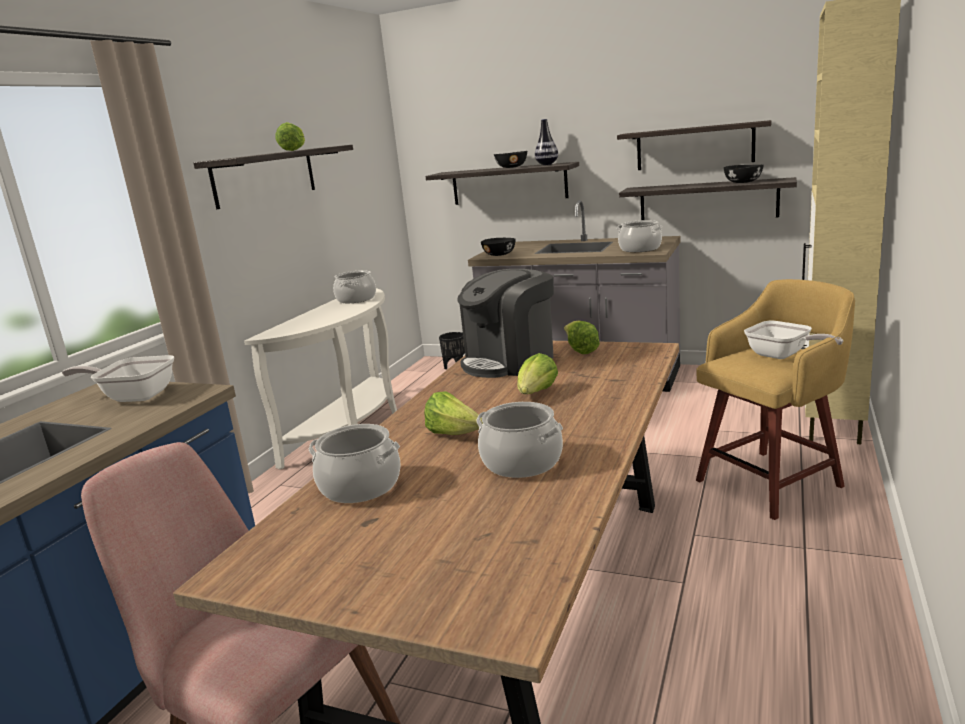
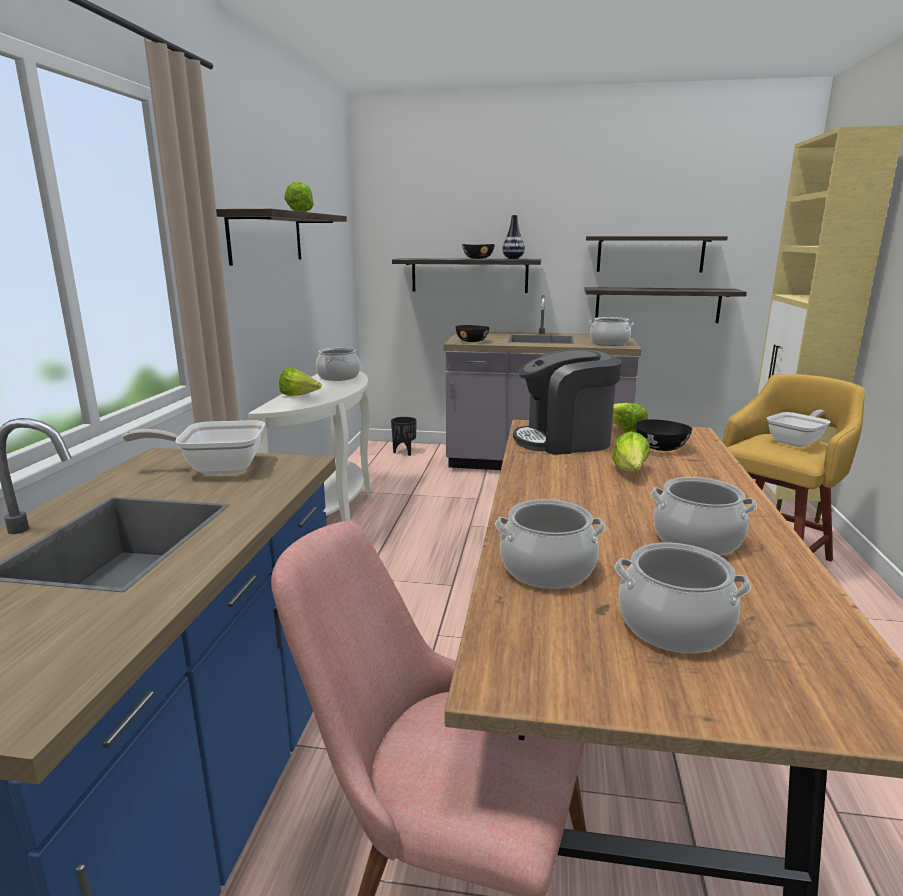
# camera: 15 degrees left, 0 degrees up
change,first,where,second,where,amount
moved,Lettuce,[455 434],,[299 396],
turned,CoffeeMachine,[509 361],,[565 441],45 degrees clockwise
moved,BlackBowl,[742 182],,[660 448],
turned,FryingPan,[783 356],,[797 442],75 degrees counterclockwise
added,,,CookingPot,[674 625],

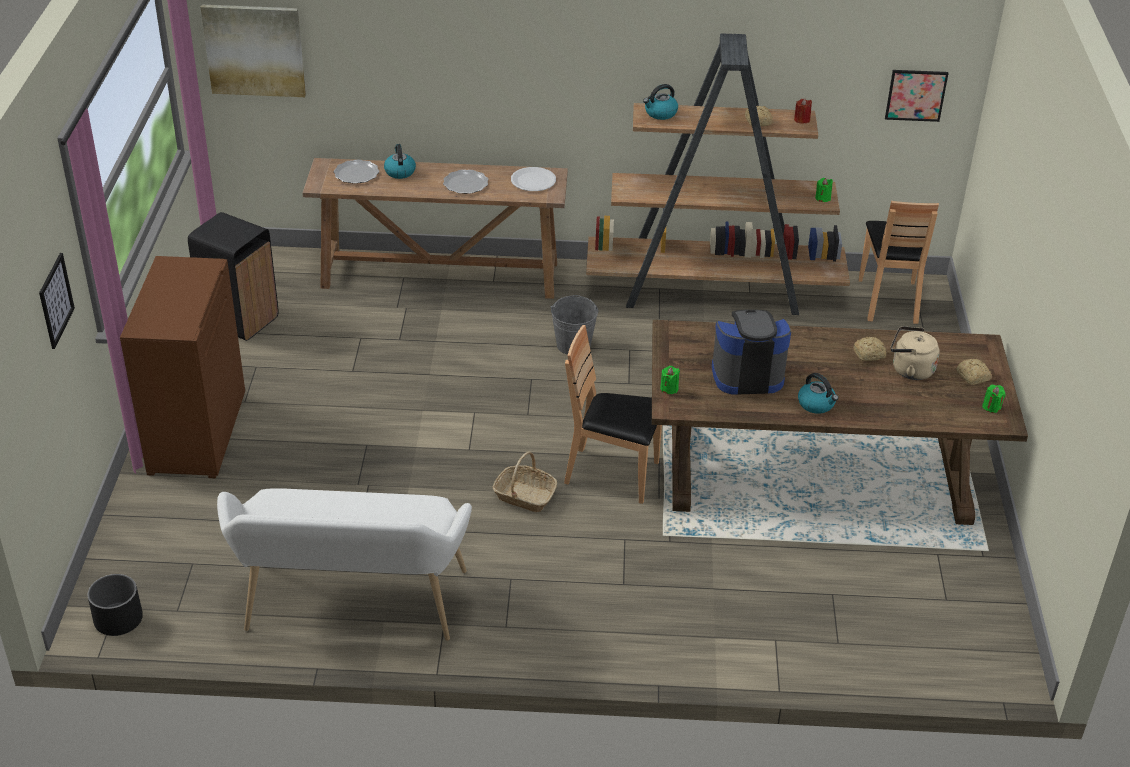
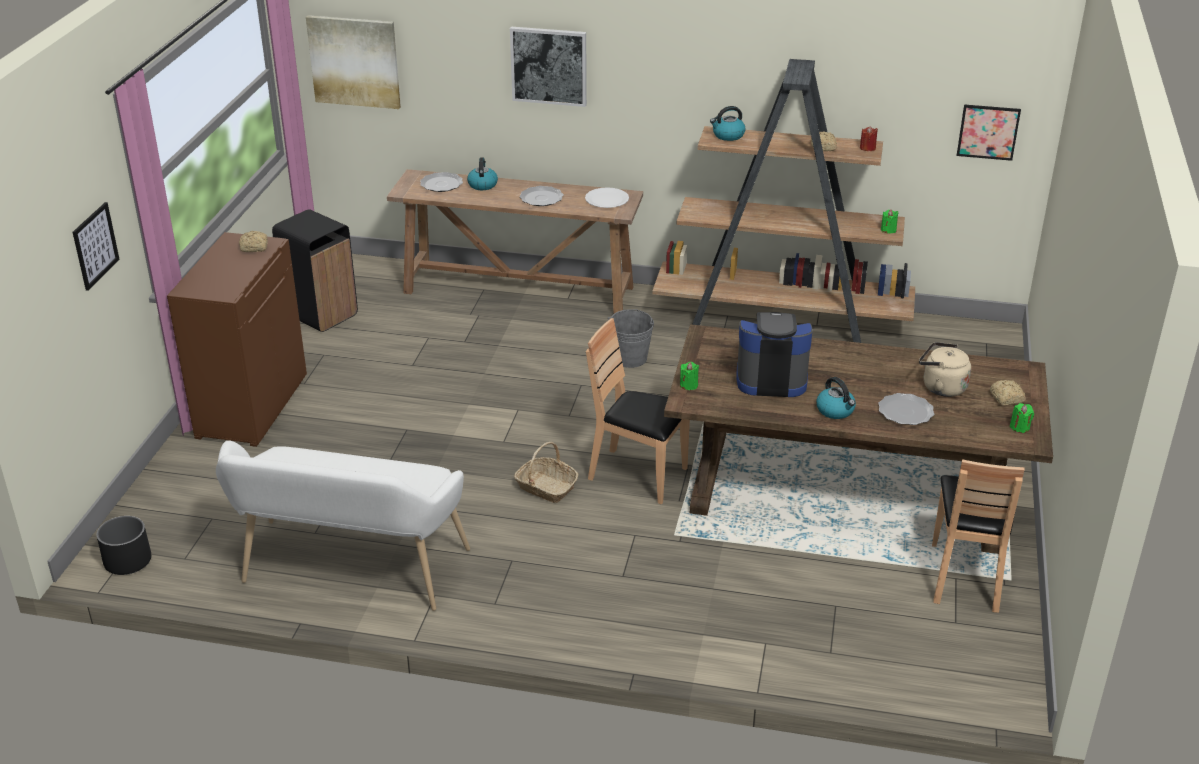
# camera: 10 degrees right, 5 degrees down
change,first,where,second,where,amount
moved,Bread,[869 354],,[255 247],
moved,BrownChair,[889 300],,[966 577],
added,,,Picture,[549 66],
added,,,Plate,[906 412],

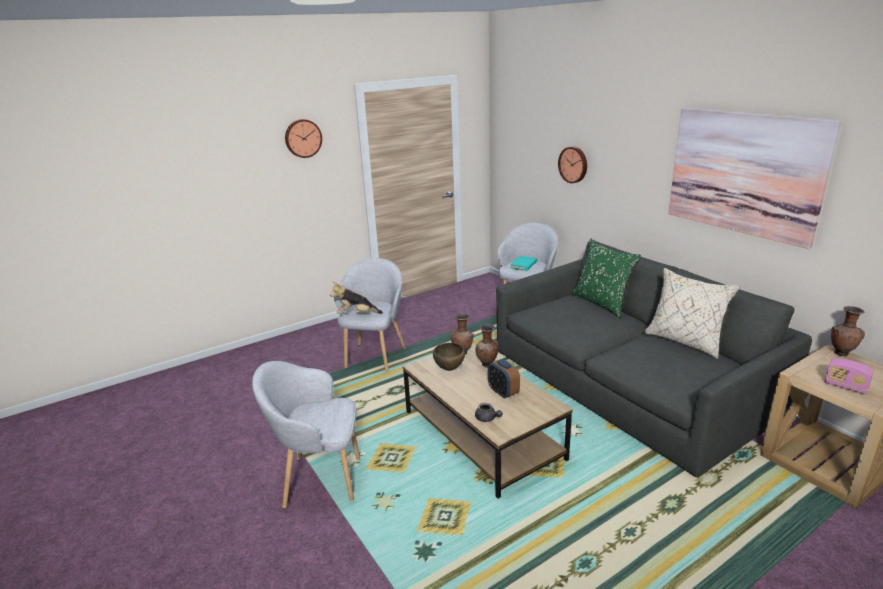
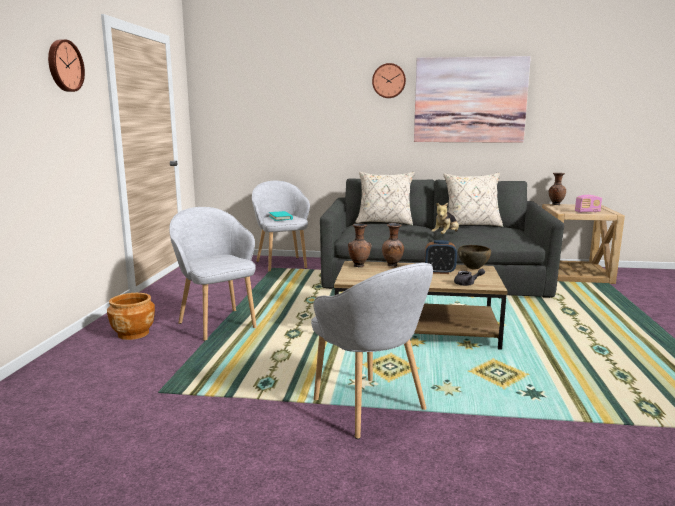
# camera: 50 degrees left, 10 degrees down
change,first,where,second,where,amount
turned,GreyArmchair,[319 480],,[369 408],75 degrees counterclockwise
moved,PlushToy,[356 314],,[446 235],
moved,BrownBowl,[449 369],,[473 269],
moved,WallClock,[573 164],,[389 81],
recoloured,GreenPillow,[602 303],BeigePillow,[384 222],
added,,,BrownPlanter,[133 333],

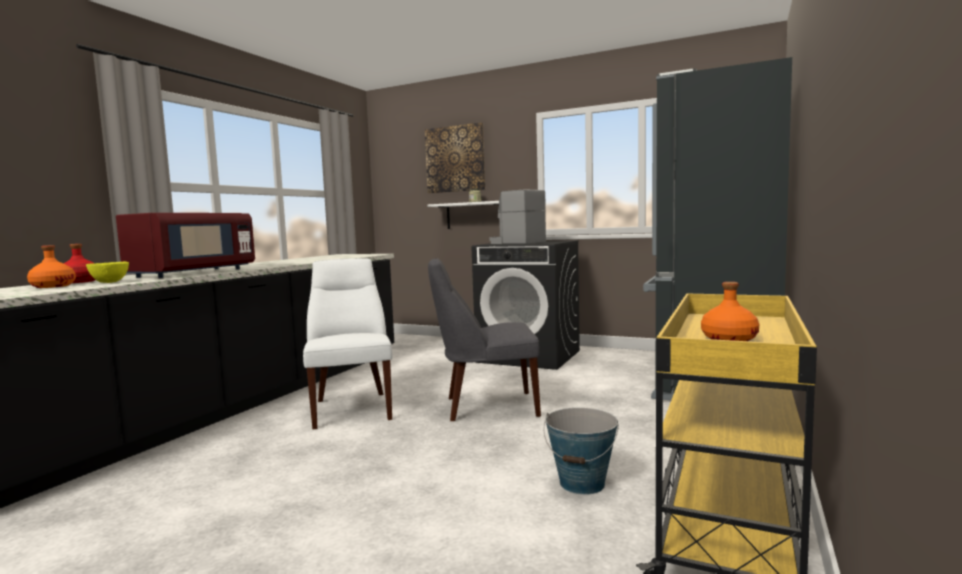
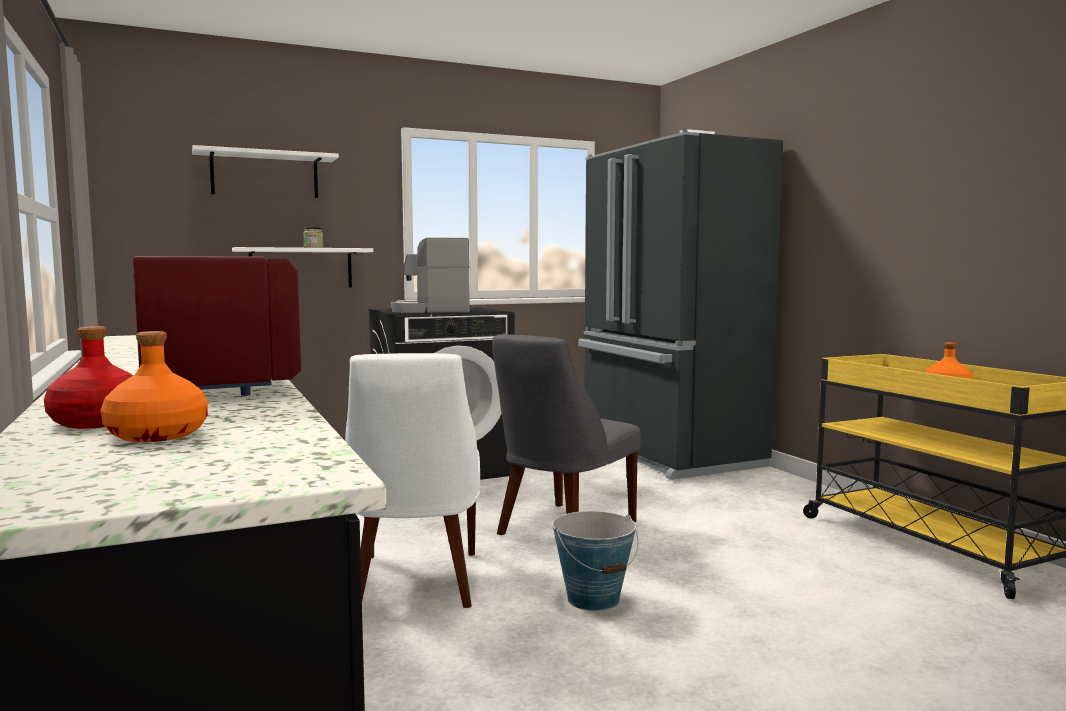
# camera: 50 degrees left, 0 degrees up
change,first,where,second,where,amount
removed,YellowBowl,[110 282],,,
turned,WhiteChair,[352 408],,[415 583],120 degrees counterclockwise
replaced,Picture,[455 159],WhiteShelf,[265 175],
moved,Bucket,[582 483],,[593 599],

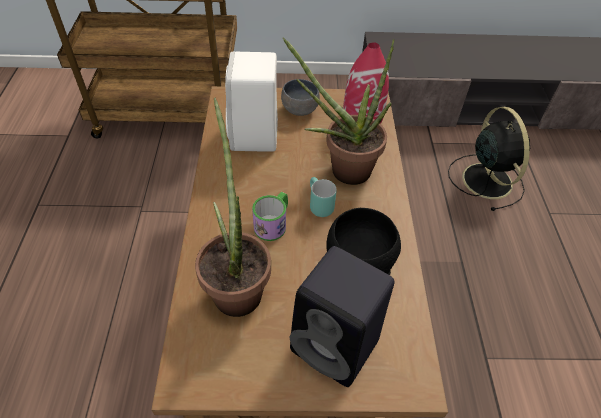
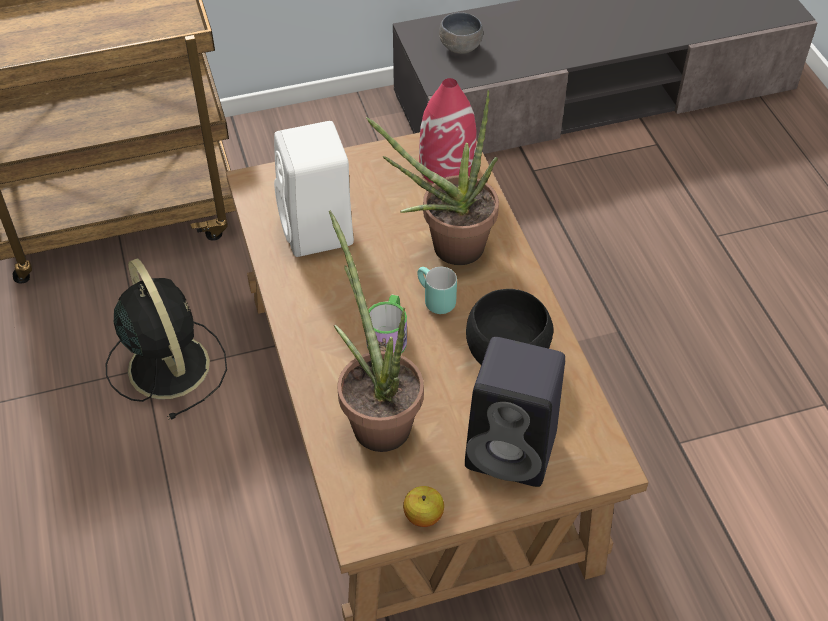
# camera: 15 degrees left, 0 degrees up
change,first,where,second,where,amount
moved,GreyBowl,[301 110],,[462 47],
moved,BlackFan,[485 179],,[167 364],
added,,,Apple,[423 516],

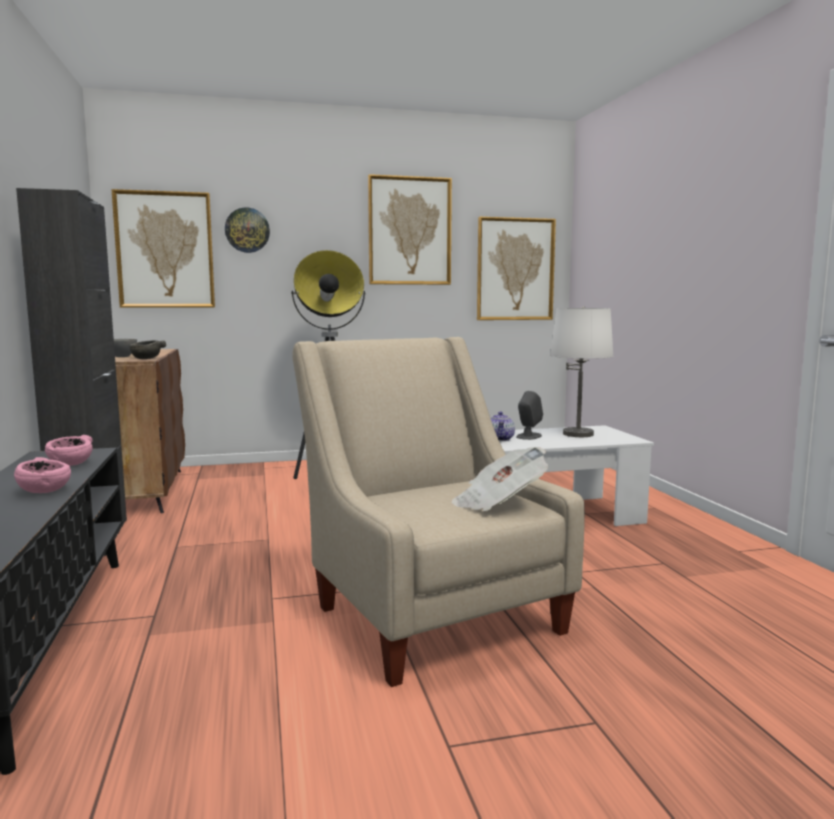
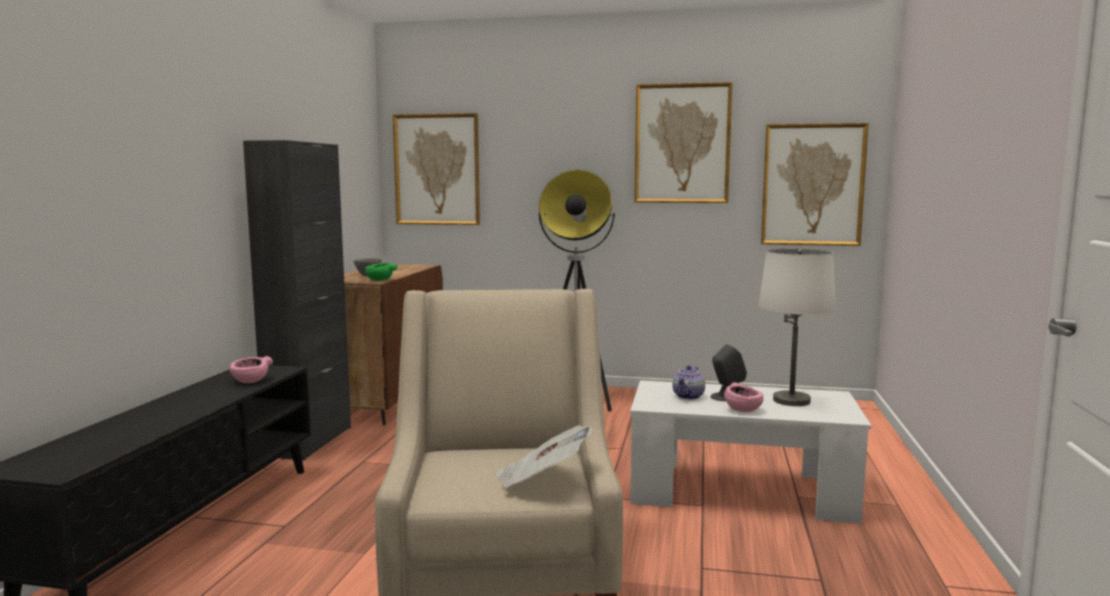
# camera: 25 degrees right, 0 degrees up
change,first,where,second,where,amount
moved,PinkBowl,[45 490],,[743 410],
recoloured,GreyBowl,[146 359],GreenBowl,[379 280],
removed,WallClock,[247 230],,,

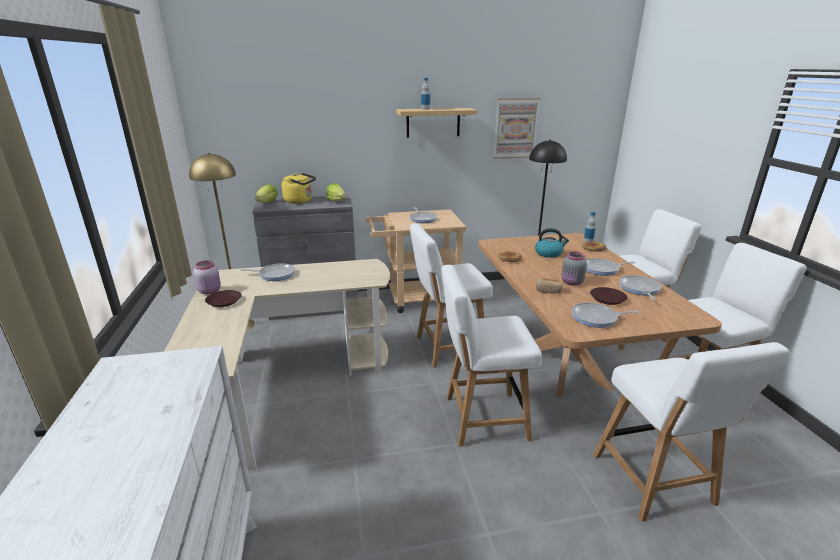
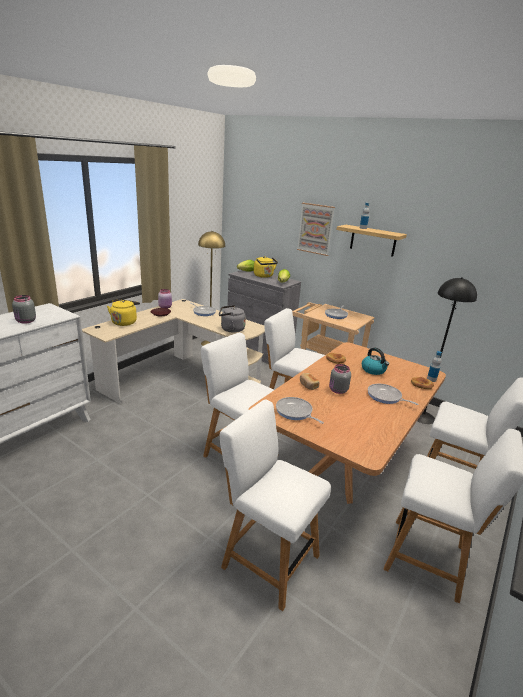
# camera: 45 degrees right, 0 degrees up
change,first,where,second,where,amount
moved,Picture,[515 128],,[315 229],
removed,BrownPlate,[608 299],,,
turned,WhiteChair,[656 483],,[267 558],90 degrees clockwise
removed,FryingPan,[639 289],,,
added,,,GreyJar,[25 321],
added,,,YellowKettle,[124 322],
added,,,GreyKettle,[231 329],

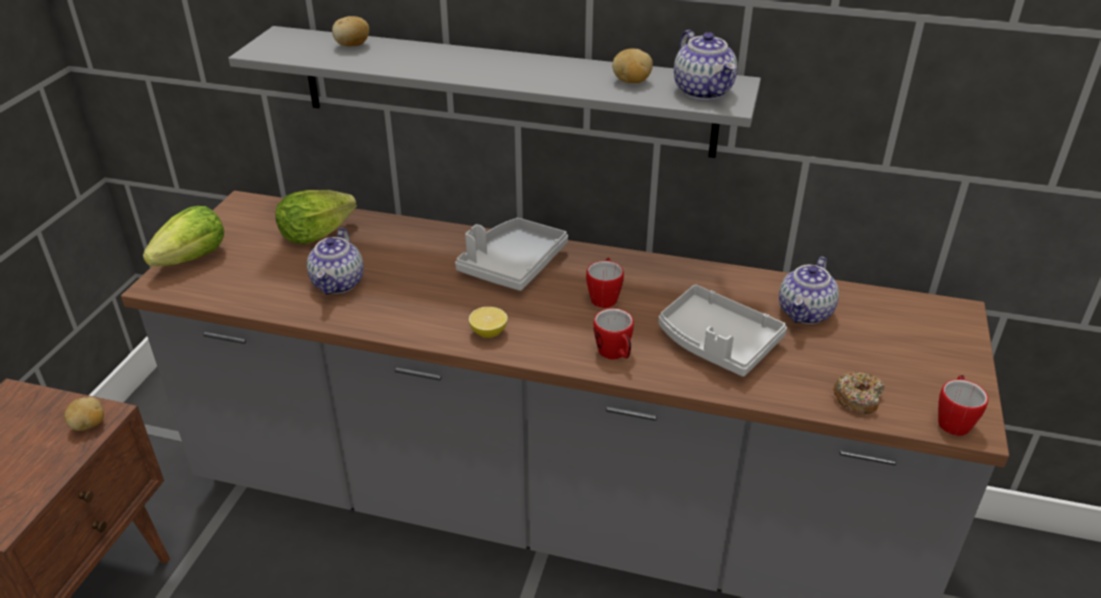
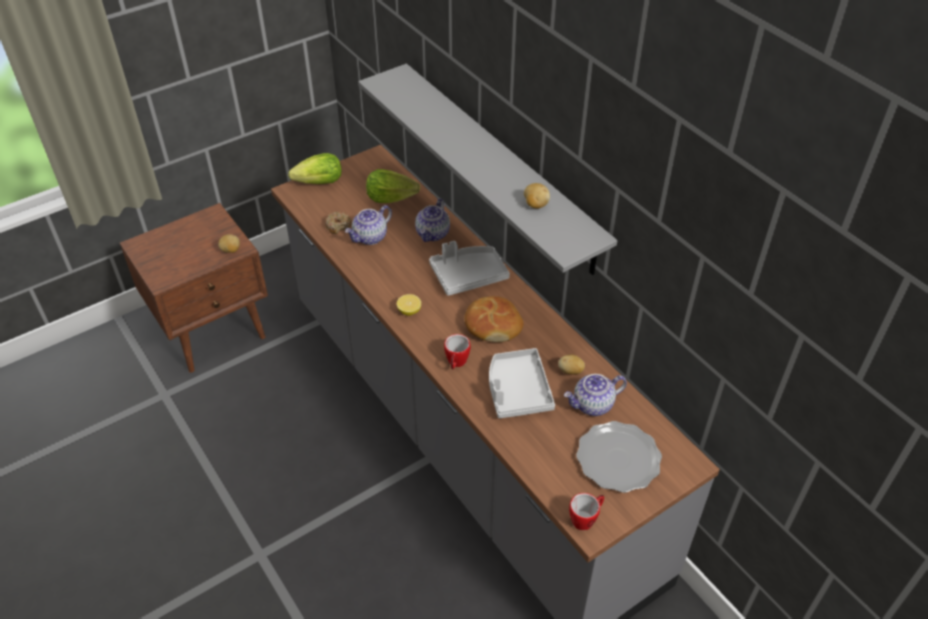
# camera: 40 degrees right, 10 degrees up
change,first,where,second,where,amount
moved,Potato,[352 45],,[570 371],
replaced,Mug,[604 296],Bread,[493 325],
moved,Teapot,[704 91],,[433 234],
moved,Donut,[857 398],,[338 226],
added,,,Plate,[618 459],

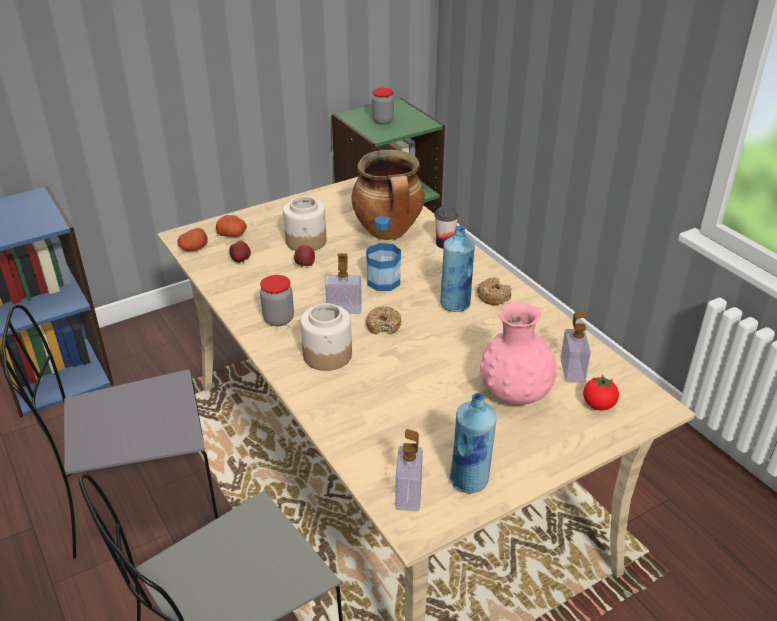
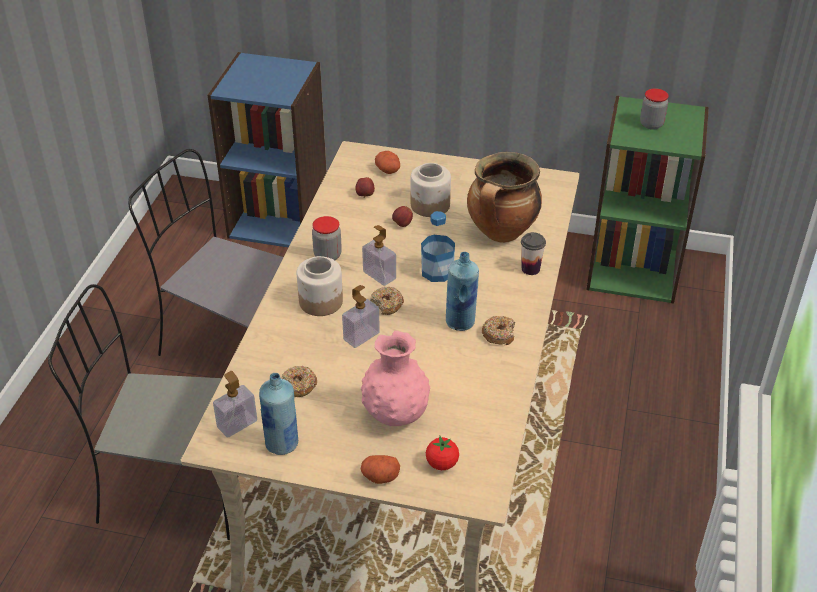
# camera: 45 degrees right, 5 degrees up
change,first,where,second,where,amount
moved,Potato,[194 248],,[379 476],
moved,SoapDispenser,[572 370],,[361 336],
added,,,Donut,[299 386],

